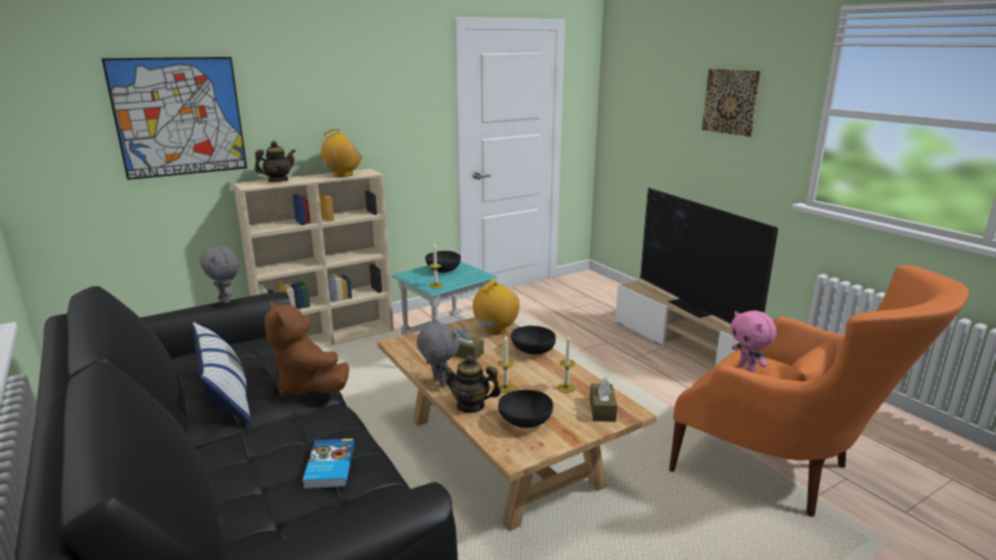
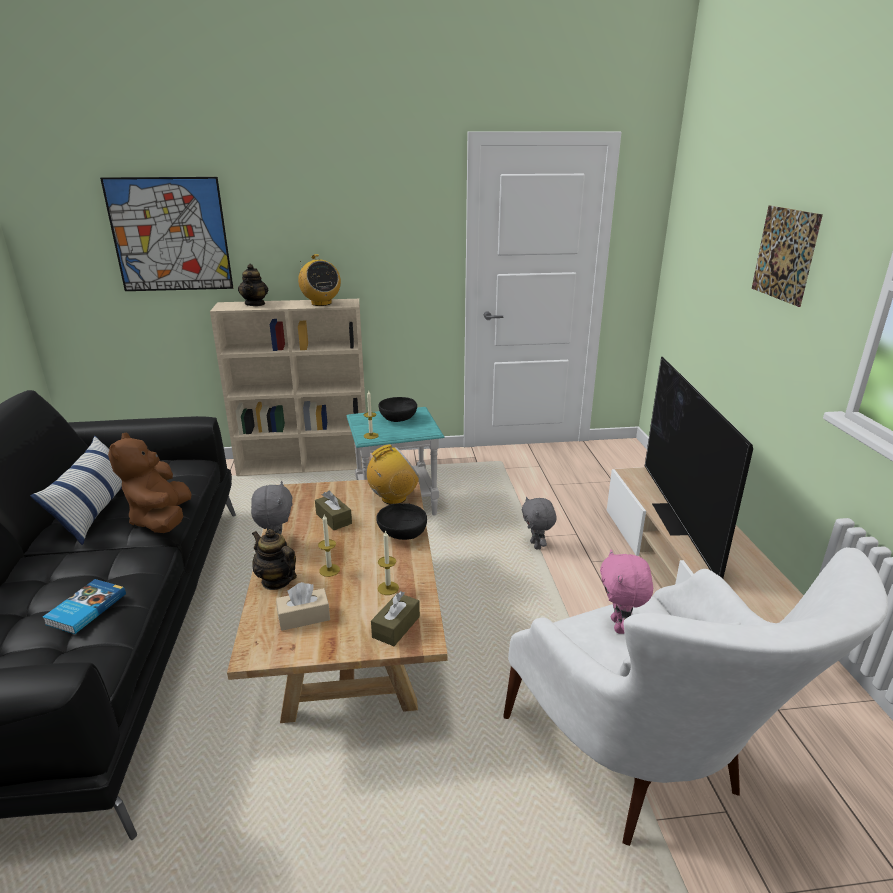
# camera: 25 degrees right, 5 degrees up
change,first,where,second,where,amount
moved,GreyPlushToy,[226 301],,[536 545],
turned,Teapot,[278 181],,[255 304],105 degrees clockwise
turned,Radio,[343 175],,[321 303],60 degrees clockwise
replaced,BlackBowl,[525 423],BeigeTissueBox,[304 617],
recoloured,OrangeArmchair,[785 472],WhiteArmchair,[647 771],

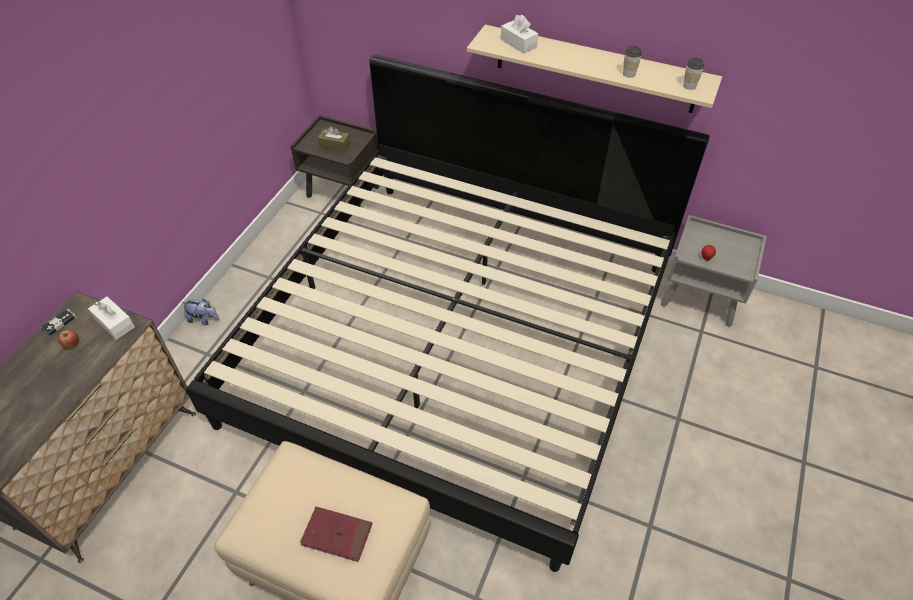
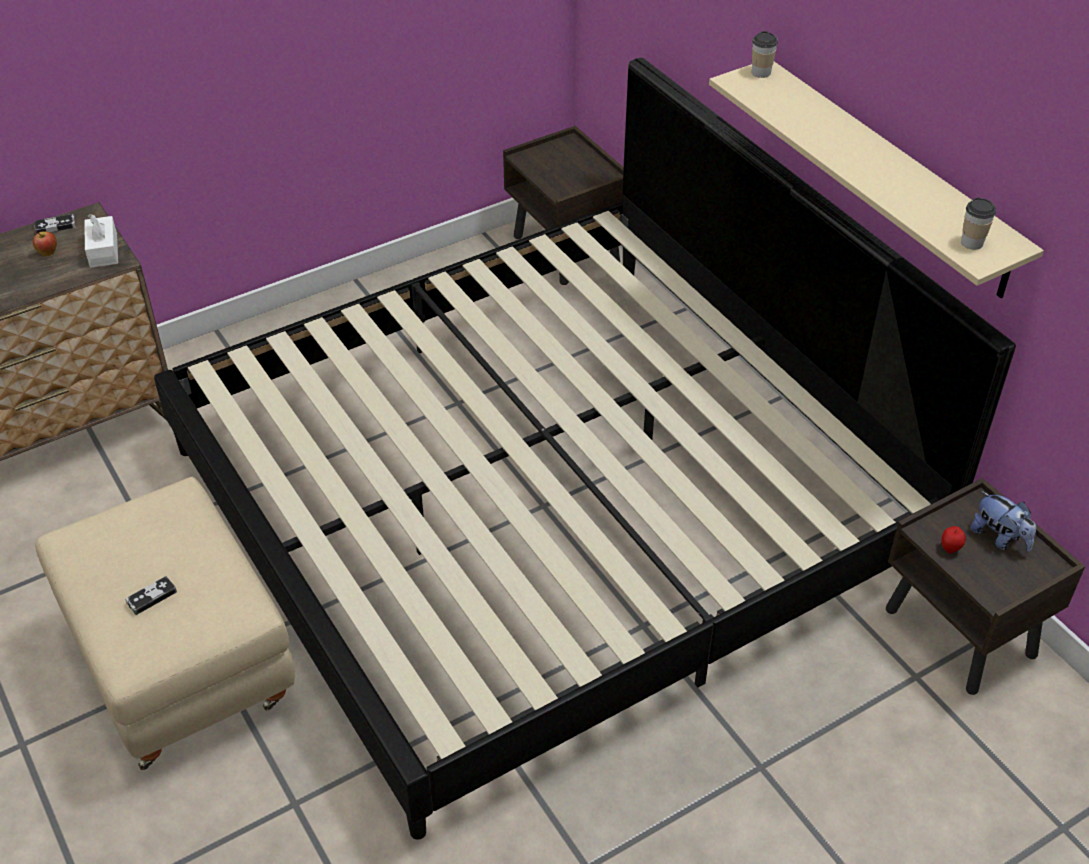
# camera: 35 degrees right, 5 degrees down
change,first,where,second,where,amount
moved,PlushToy,[204 319],,[999 538],
replaced,RedBook,[337 535],GameController,[151 597],
removed,BrownTissueBox,[334 145],,,
removed,WhiteTissueBox,[518 43],,,
moved,Cup,[629 73],,[761 72],
recoloured,GreyNightstand,[701 299],BrownNightstand,[961 633],

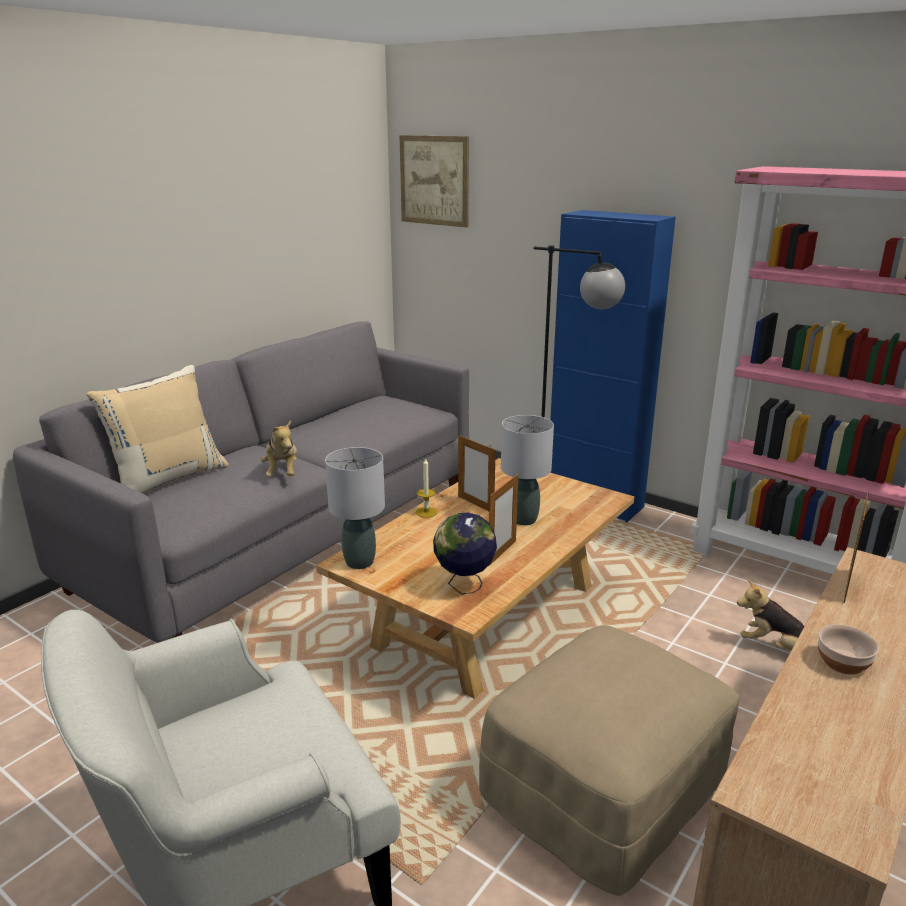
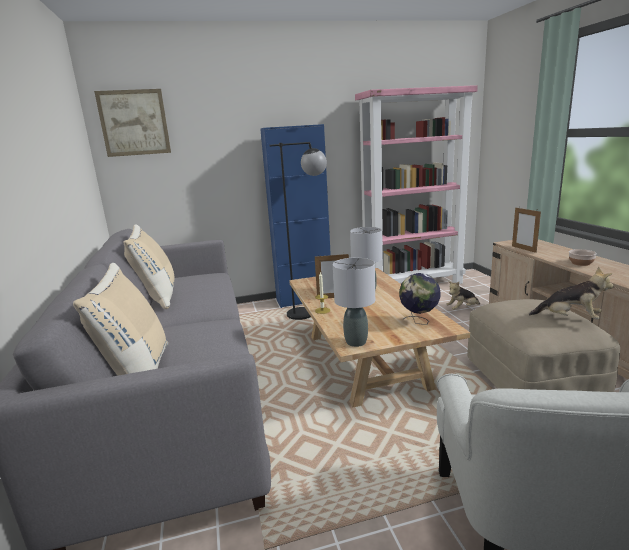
# camera: 50 degrees left, 5 degrees down
change,first,where,second,where,amount
moved,PlushToy,[282 472],,[569 319],
removed,PictureFrame,[502 553],,,
added,,,BeigePillow,[157 297],

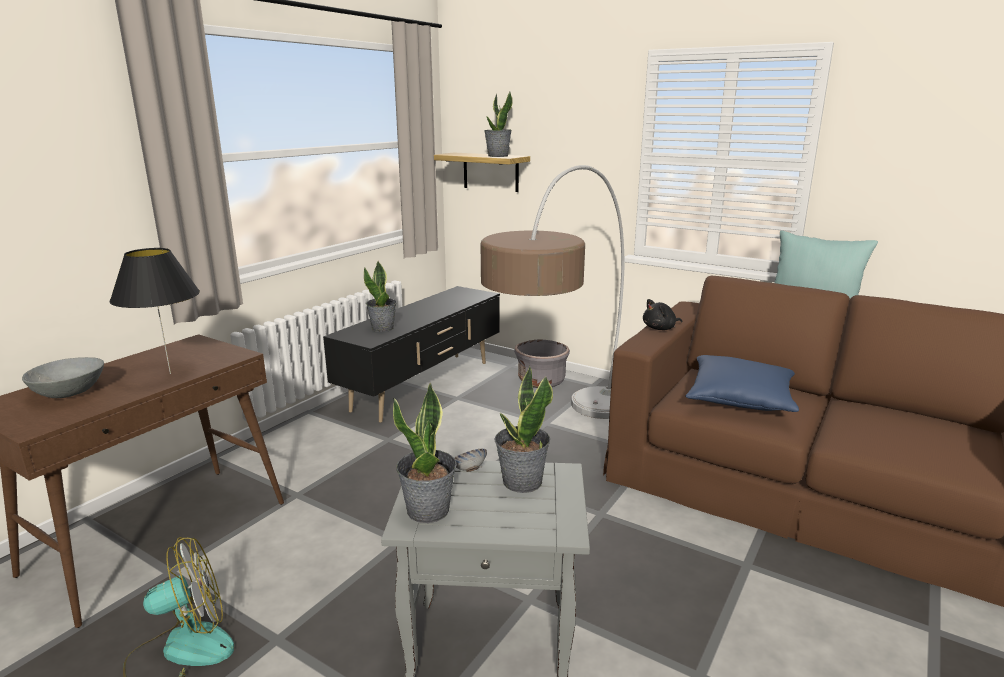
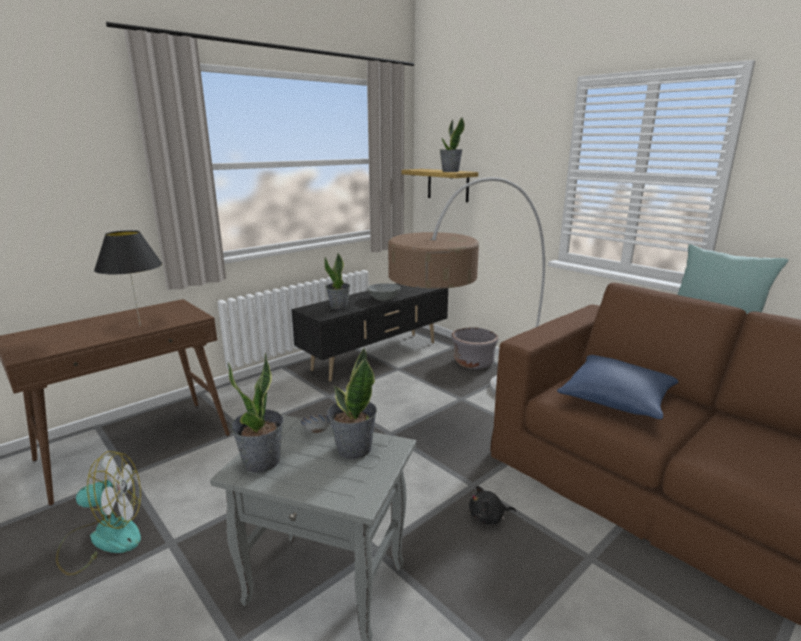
# camera: 15 degrees right, 0 degrees up
change,first,where,second,where,amount
moved,GreyBowl,[70 392],,[384 299],
moved,BlackPlushToy,[660 328],,[488 517],

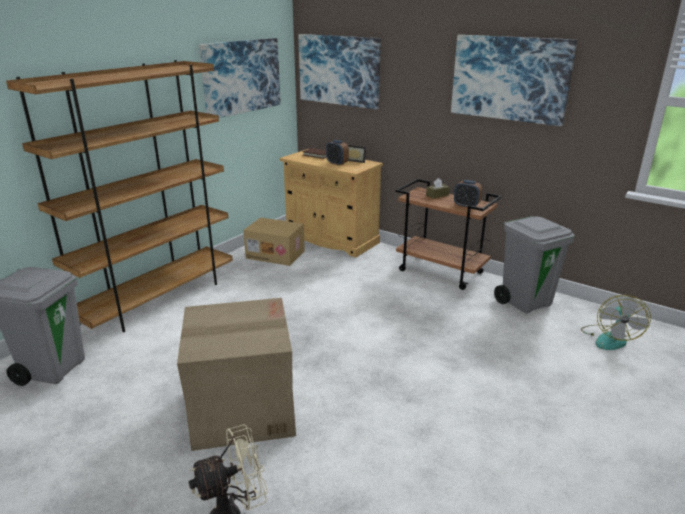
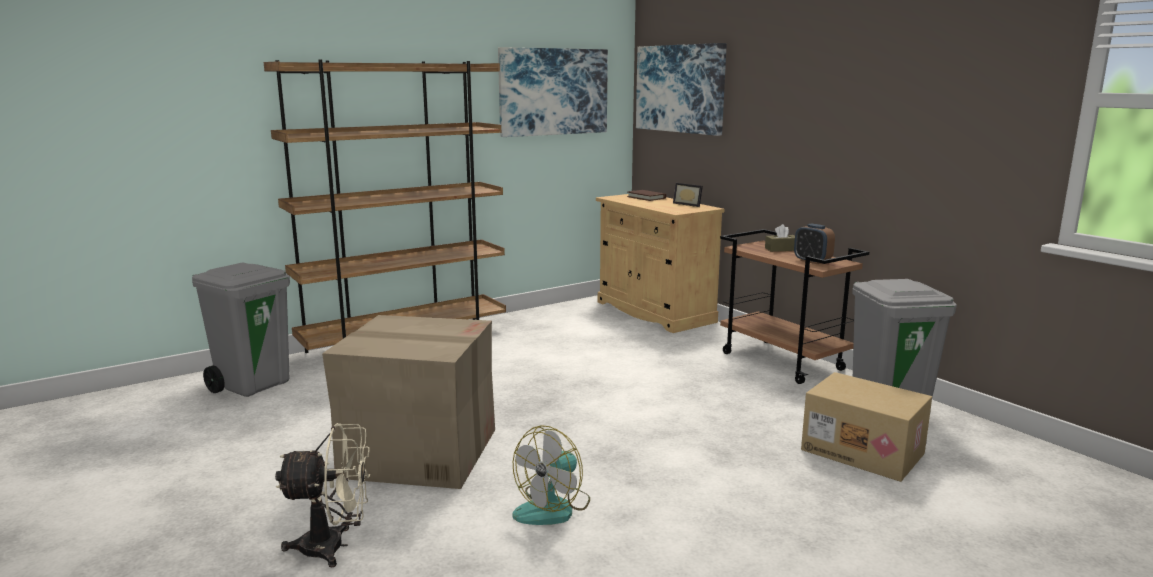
# camera: 20 degrees right, 10 degrees down
change,first,where,second,where,amount
moved,CardboardBox,[276 254],,[863 451],
removed,AlarmClock,[337 163],,,
removed,Picture,[509 78],,,
moved,Fan,[609 338],,[553 508],

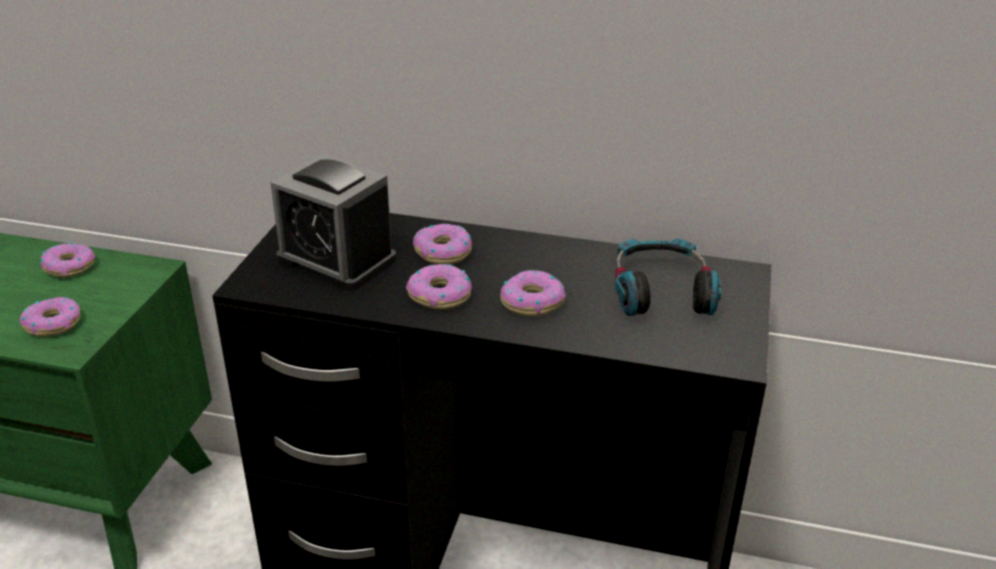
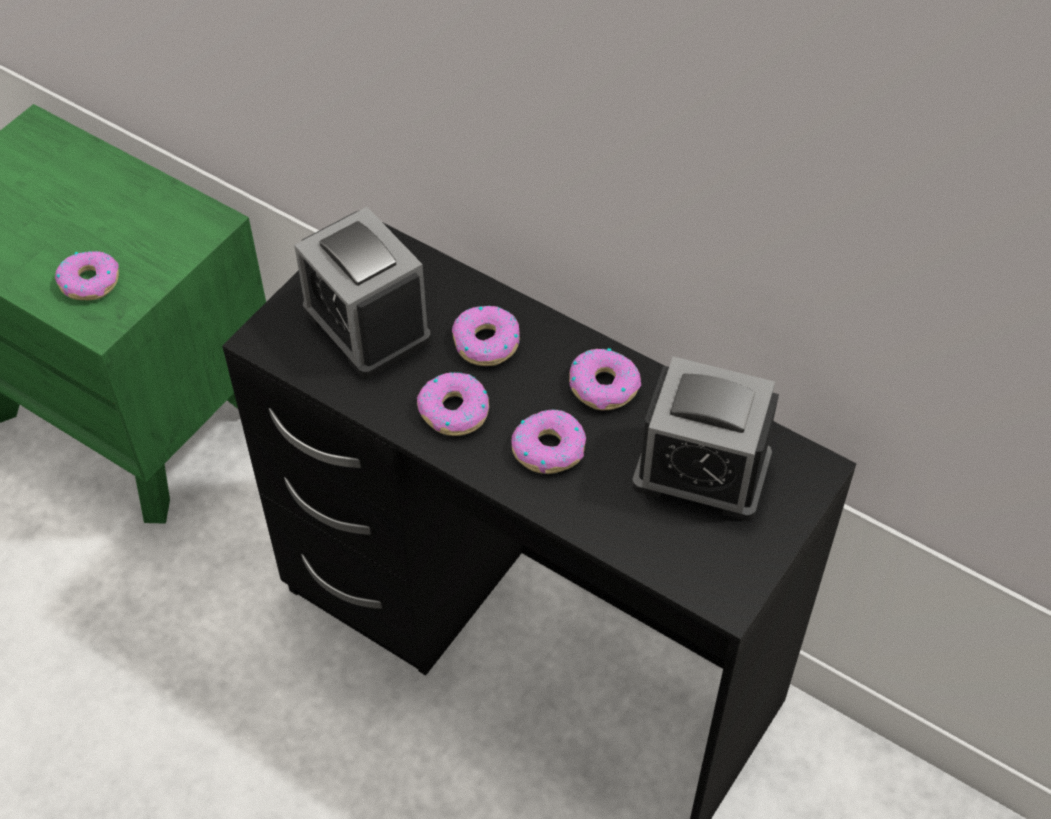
# camera: 20 degrees right, 20 degrees up
change,first,where,second,where,amount
moved,Donut,[69 266],,[603 386],
replaced,Headphones,[661 290],AlarmClock,[701 471],

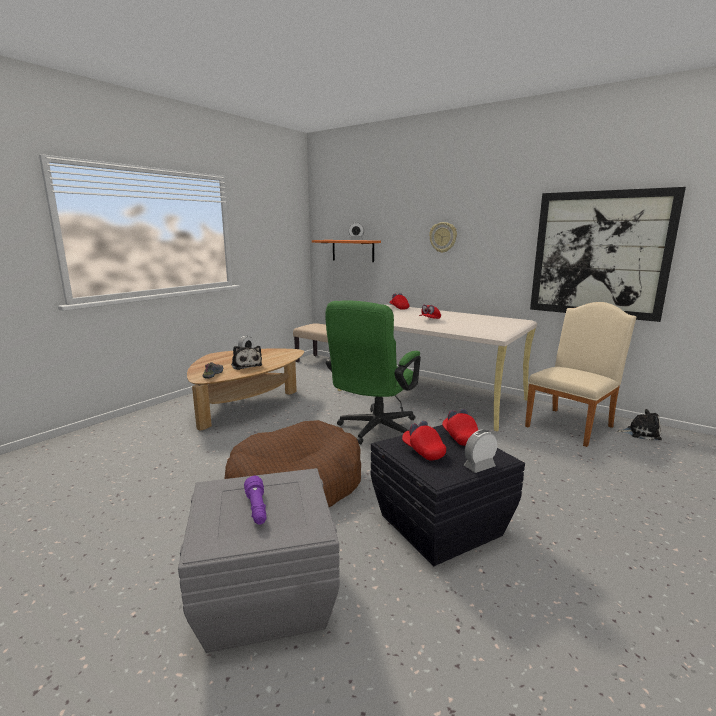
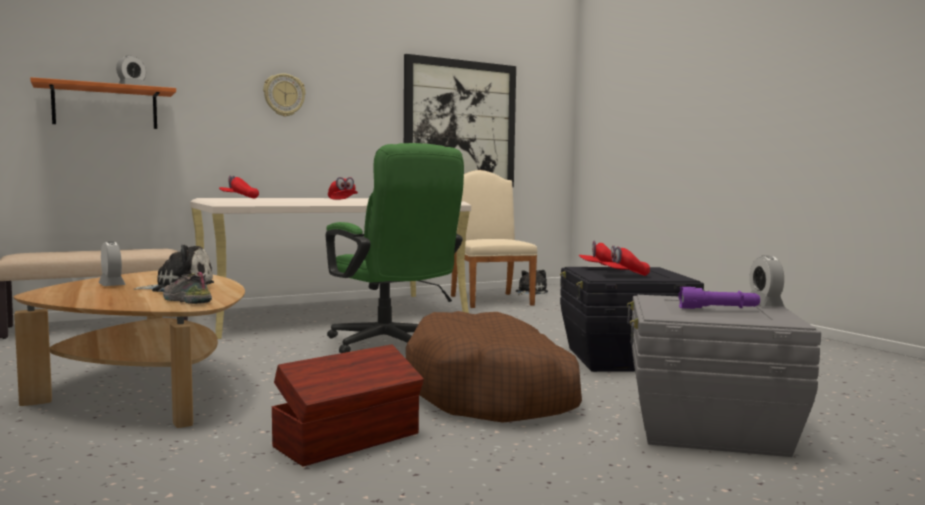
# camera: 65 degrees left, 10 degrees down
change,first,where,second,where,amount
moved,AlarmClock,[479 466],,[764 305],
added,,,BrownStorageBox,[350 440],

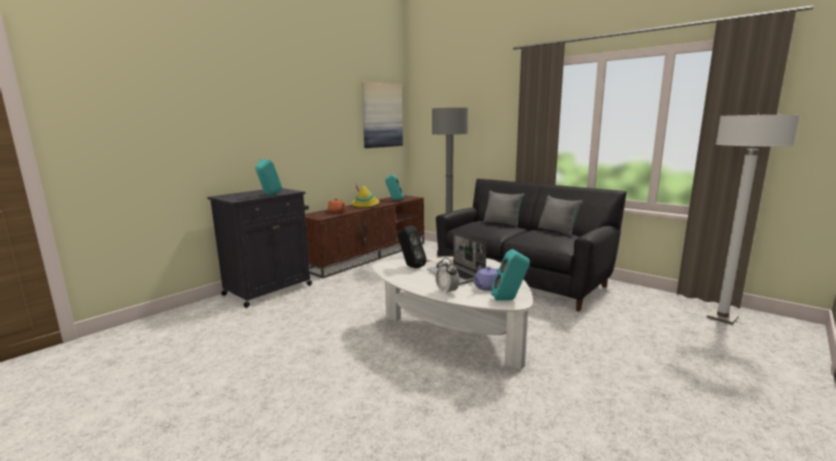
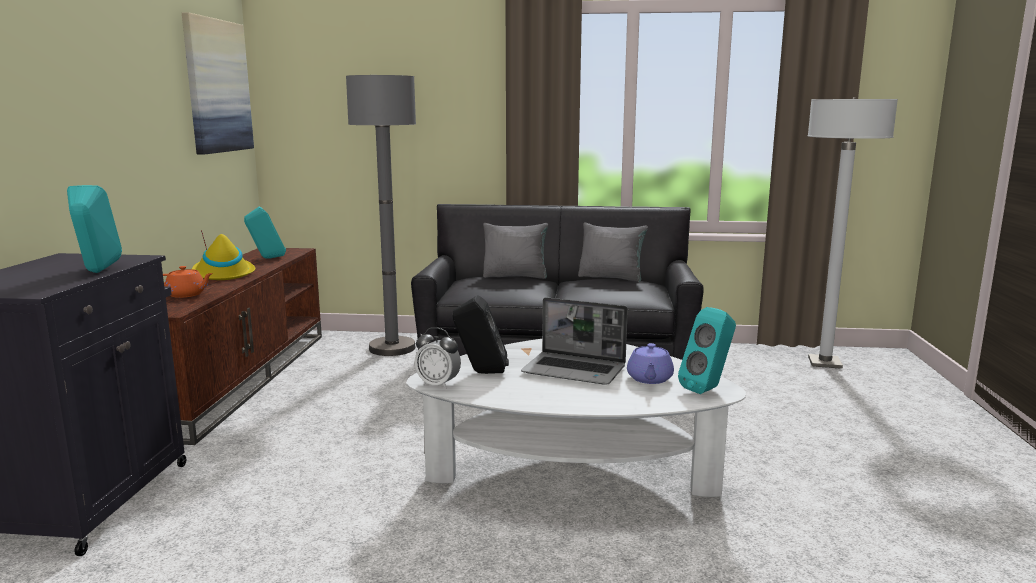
# camera: 35 degrees left, 0 degrees up
change,first,where,second,where,amount
moved,AlarmClock,[447 292],,[438 384],

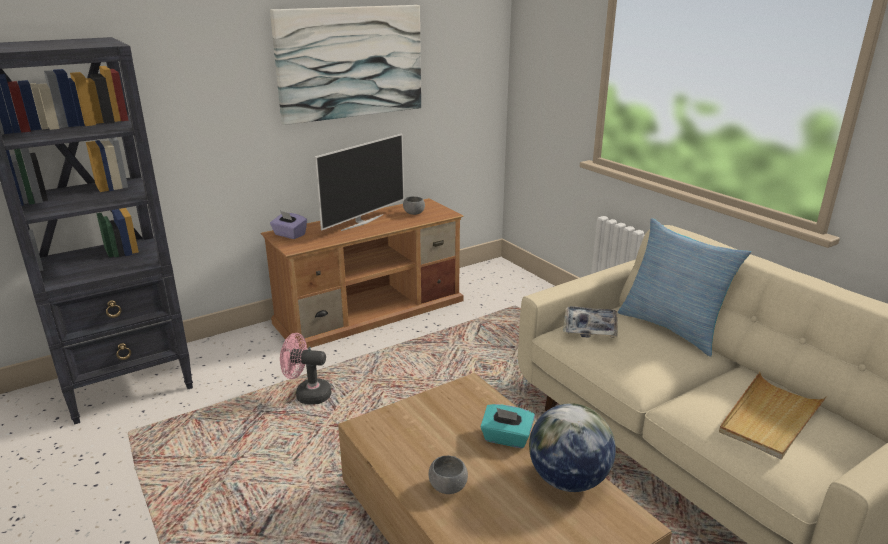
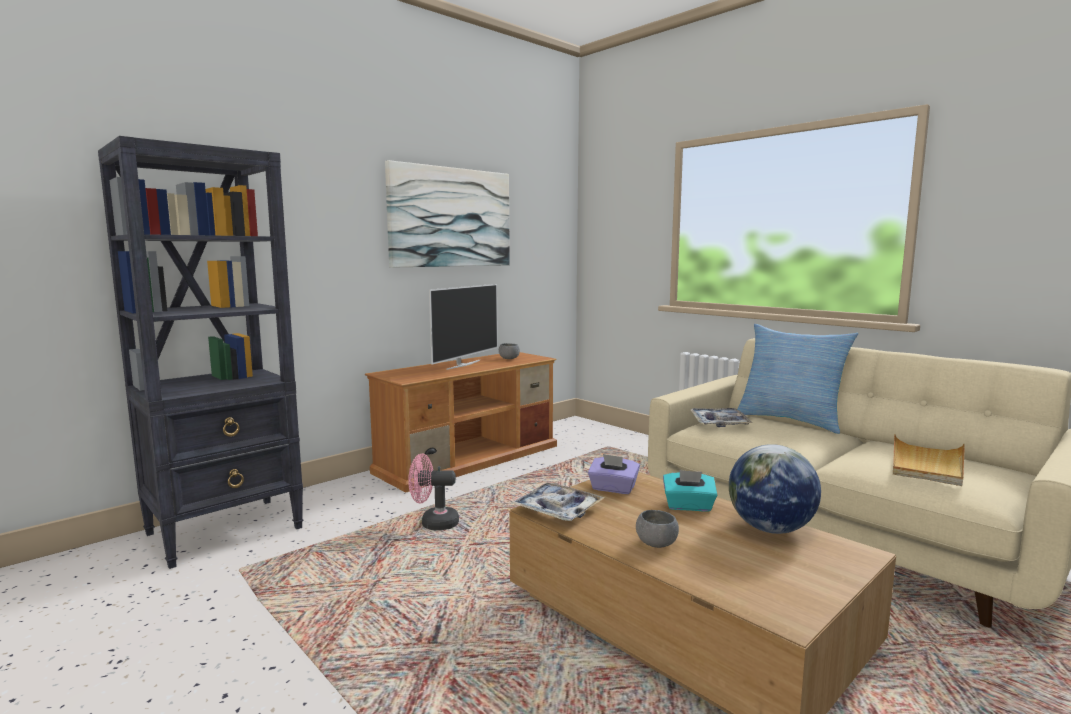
# camera: 10 degrees left, 15 degrees down
change,first,where,second,where,amount
moved,PurpleTissueBox,[289 235],,[613 488],
added,,,Tray,[558 510],

